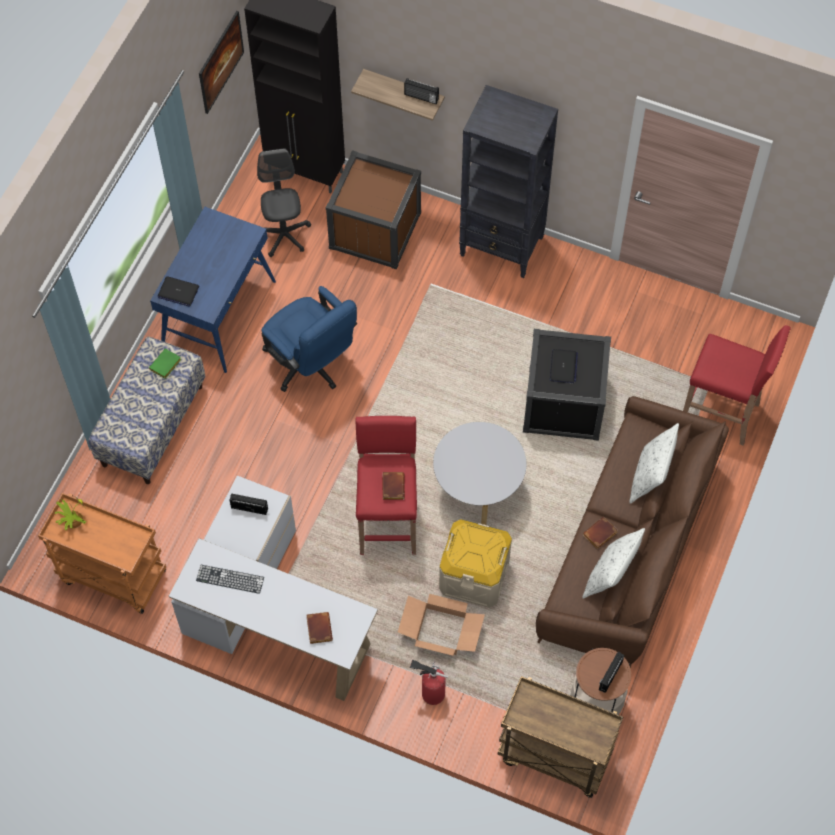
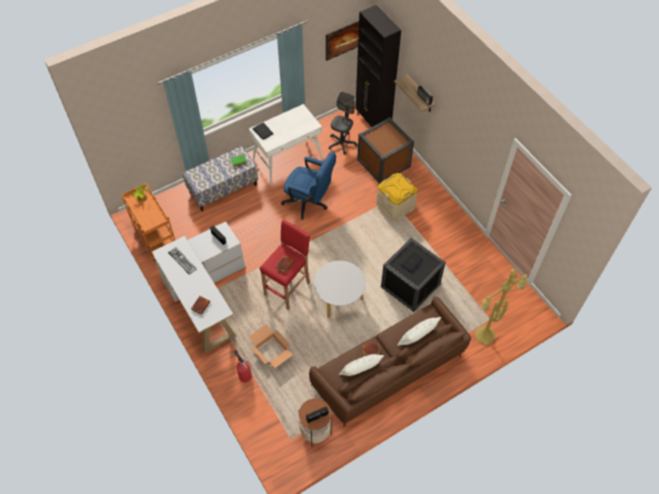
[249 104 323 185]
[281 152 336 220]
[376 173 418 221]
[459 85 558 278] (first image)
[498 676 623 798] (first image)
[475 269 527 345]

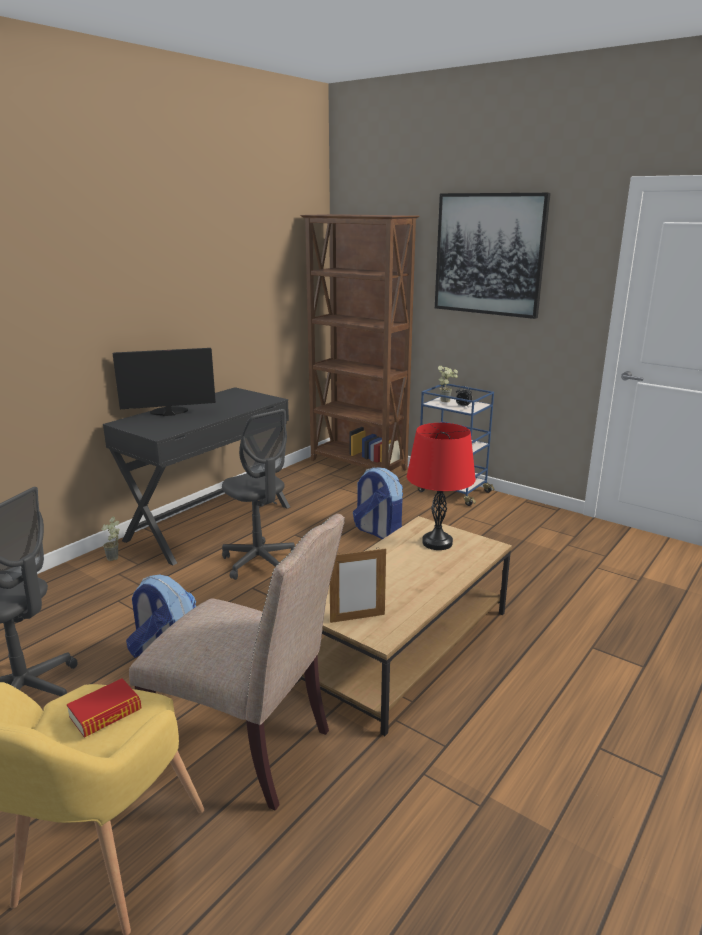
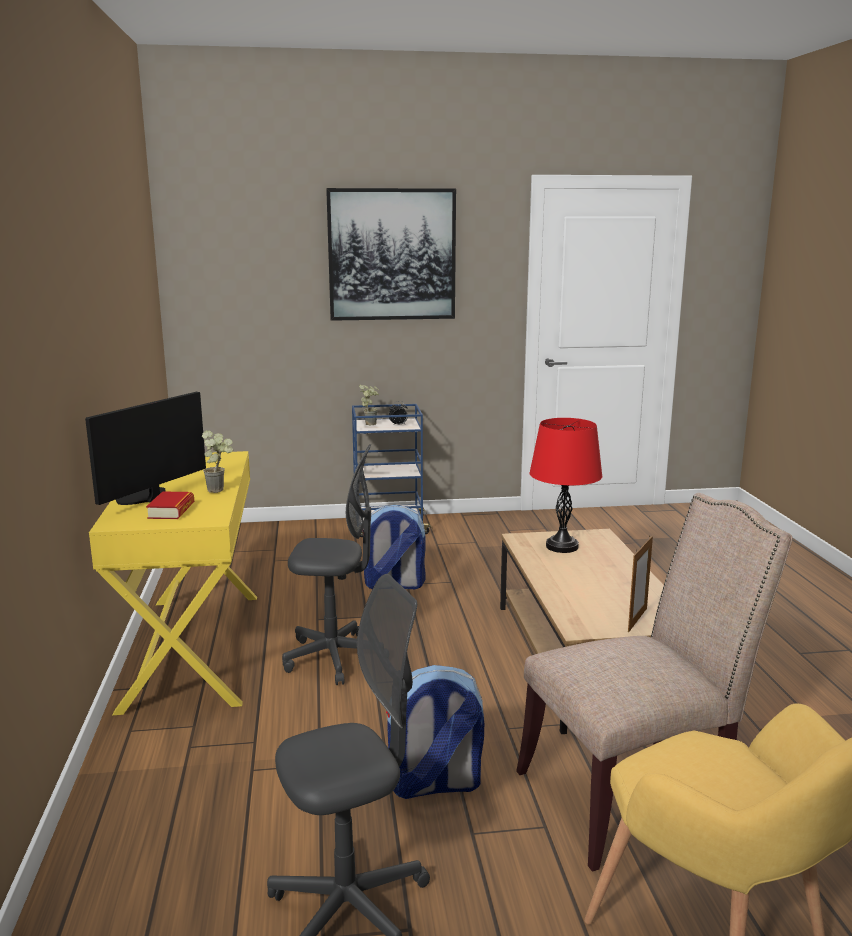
[146 492 194 519]
[202 430 233 493]
[89 451 257 715]
[300 214 419 471] (first image)

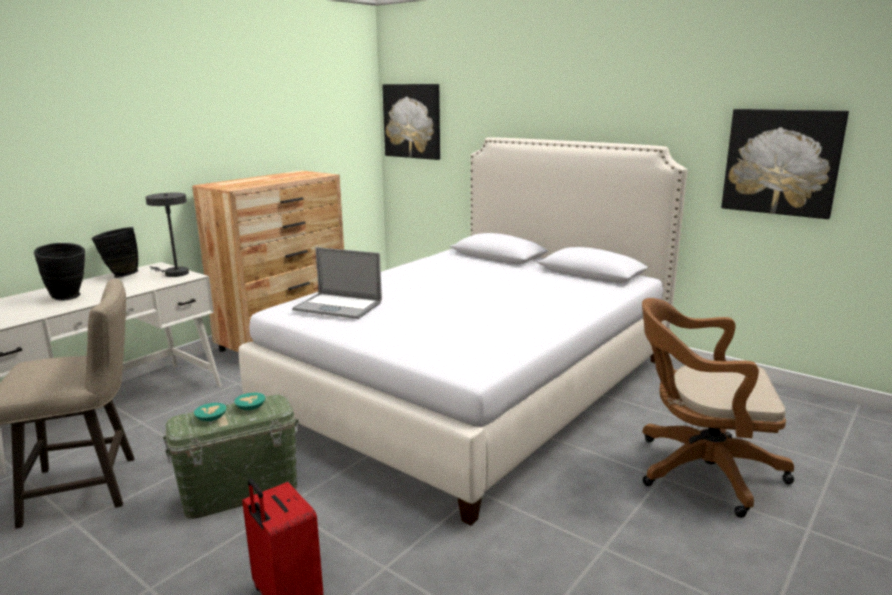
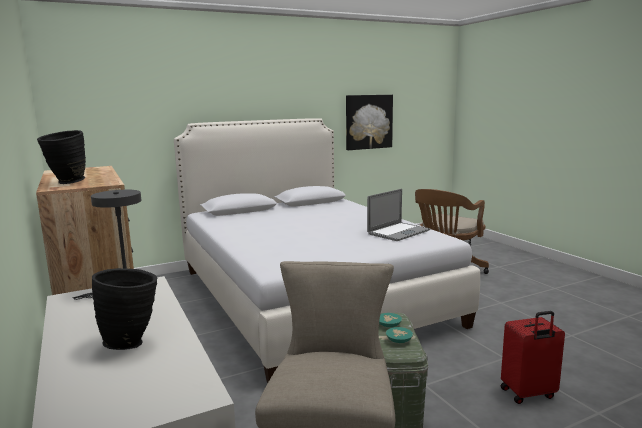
[37 130 86 184]
[367 189 430 241]
[382 84 440 160] (first image)

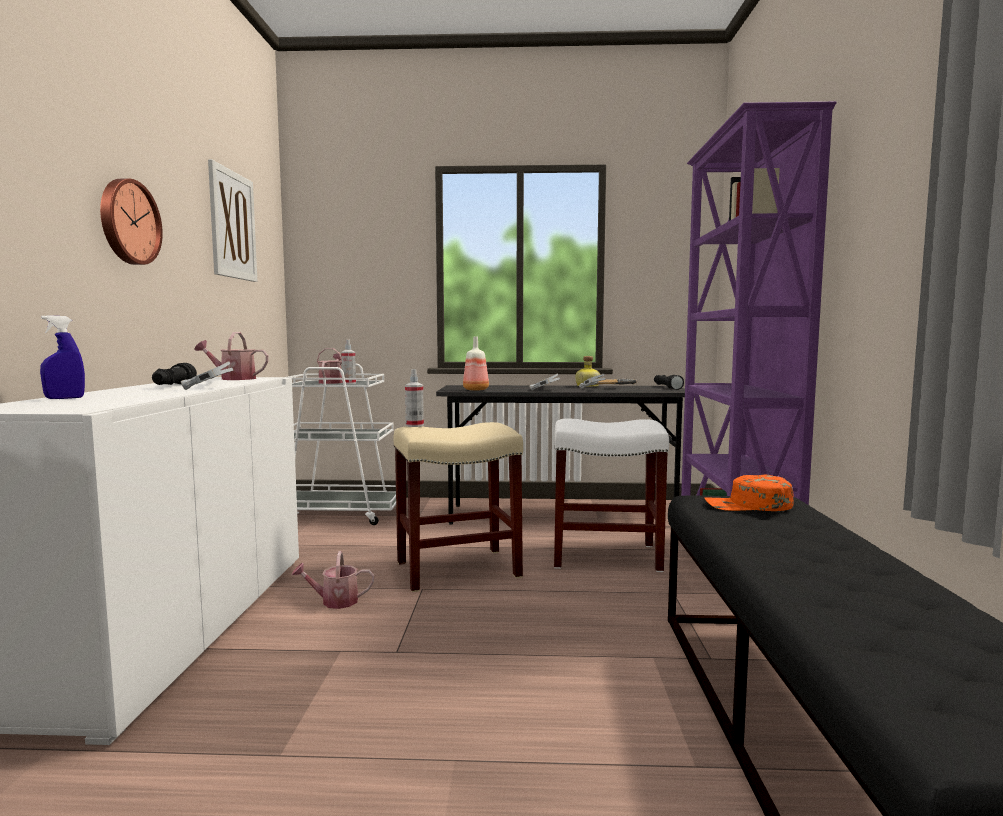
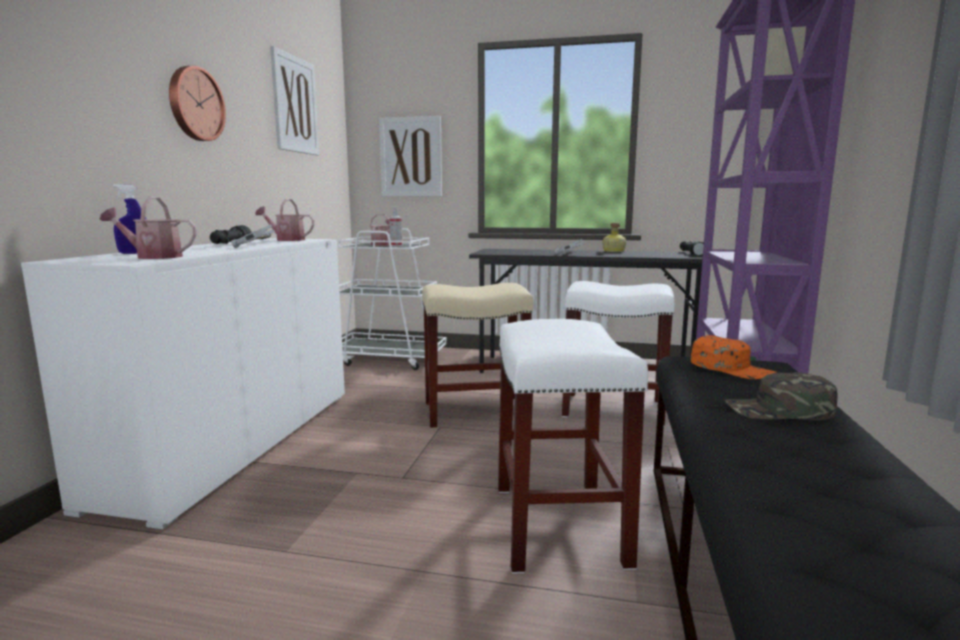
[100 197 197 259]
[405 369 424 427] (first image)
[463 336 489 391] (first image)
[579 374 637 389] (first image)
[691 335 776 379]
[379 116 442 197]
[498 319 648 574]
[724 372 837 420]

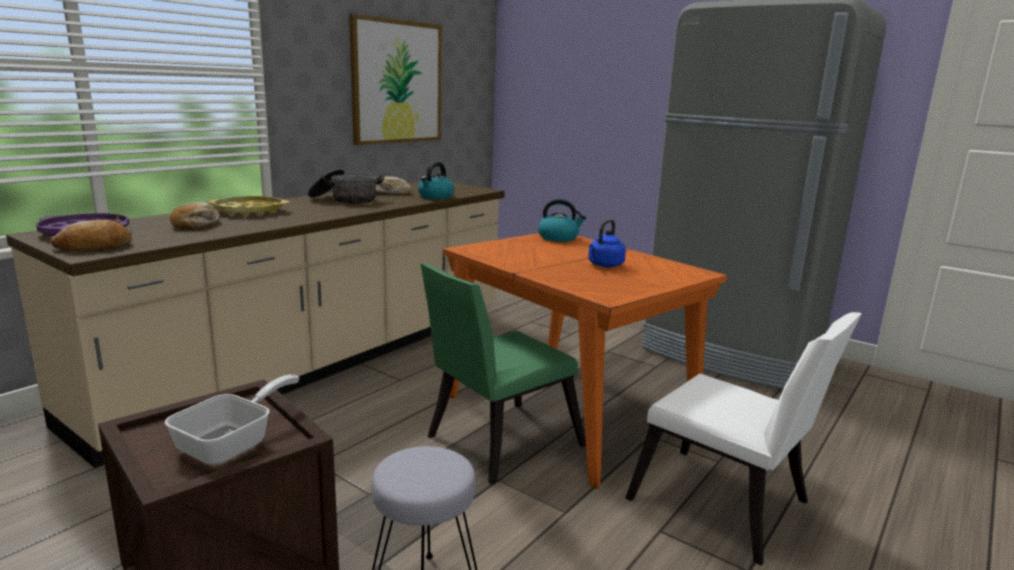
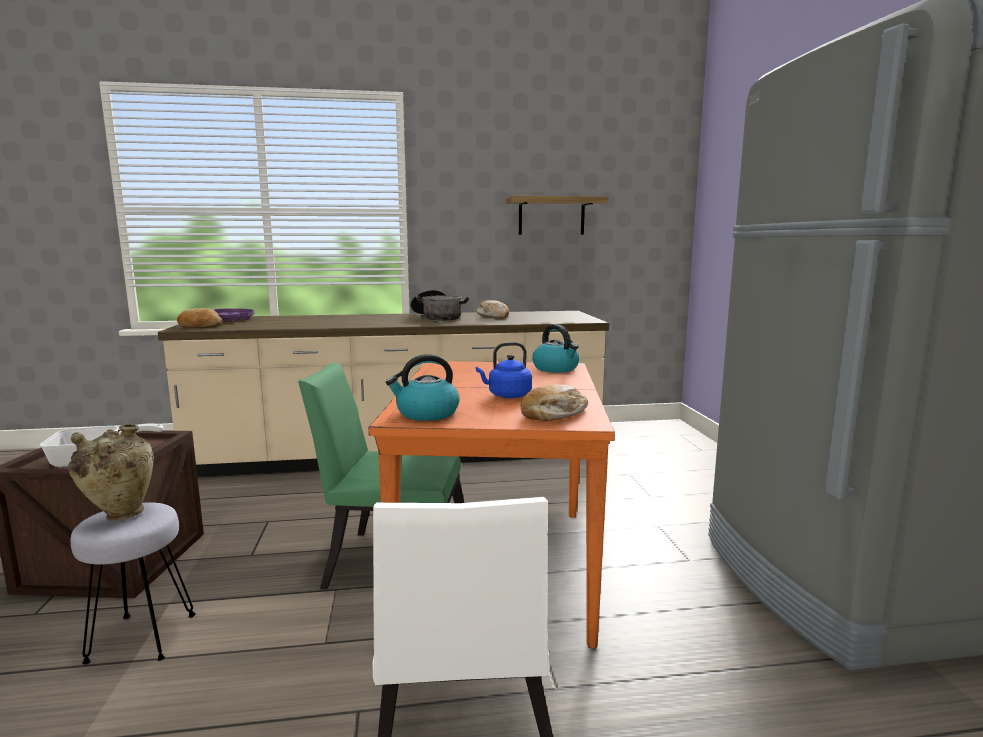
[521 384 588 421]
[207 196 290 216] (first image)
[506 195 609 235]
[386 354 460 421]
[68 424 154 521]

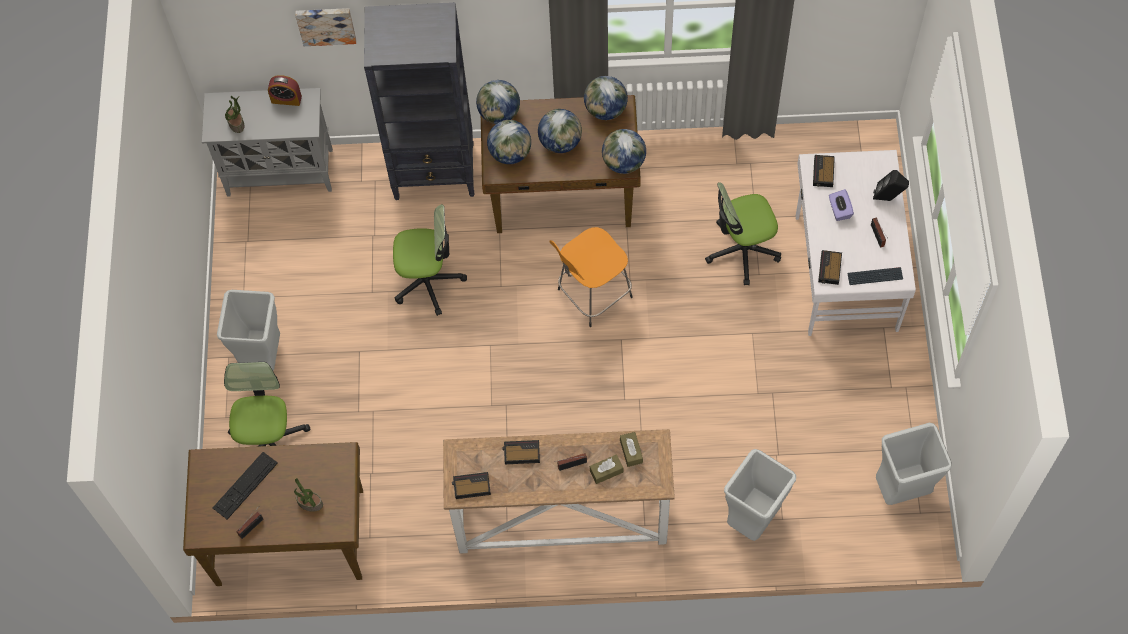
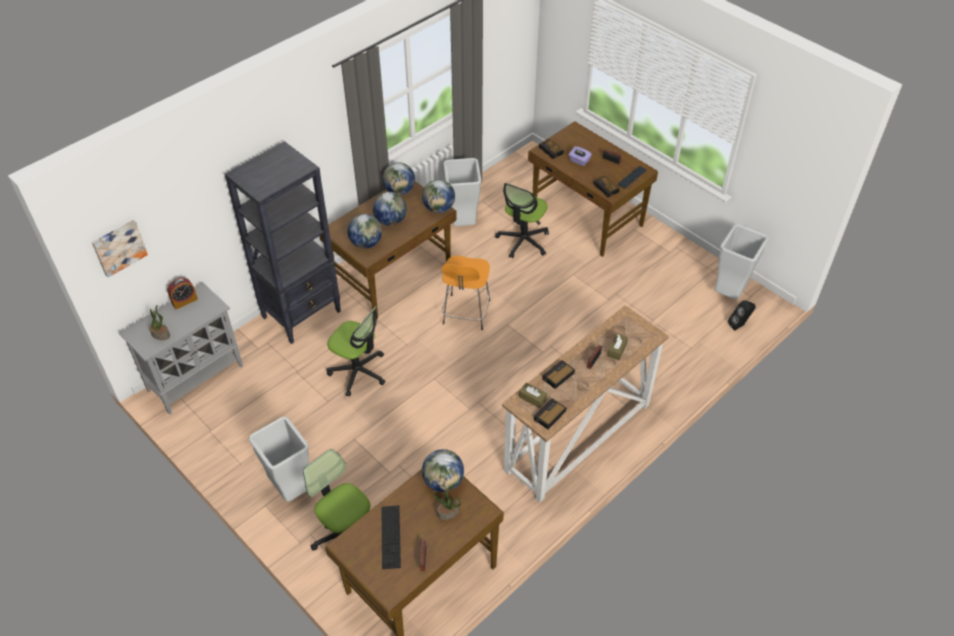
[92 220 148 277]
[326 306 386 397]
[422 449 464 492]
[519 382 547 408]
[444 158 482 226]
[528 121 658 257]
[728 300 756 331]

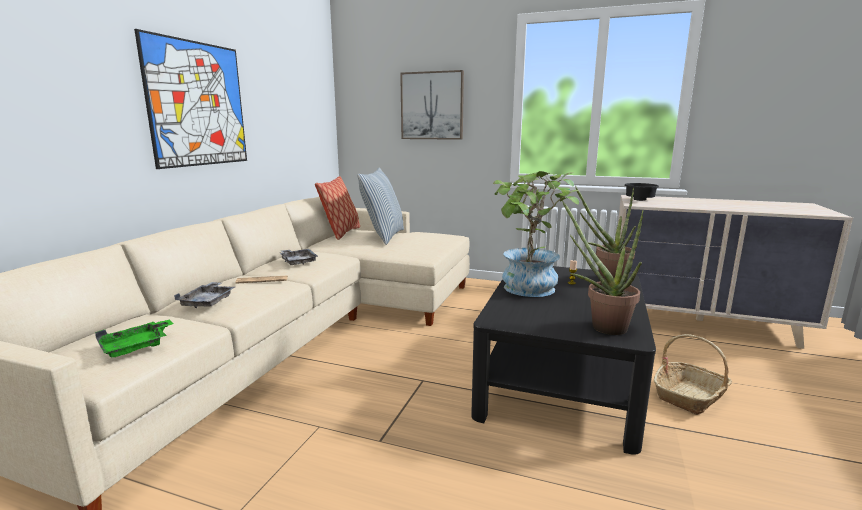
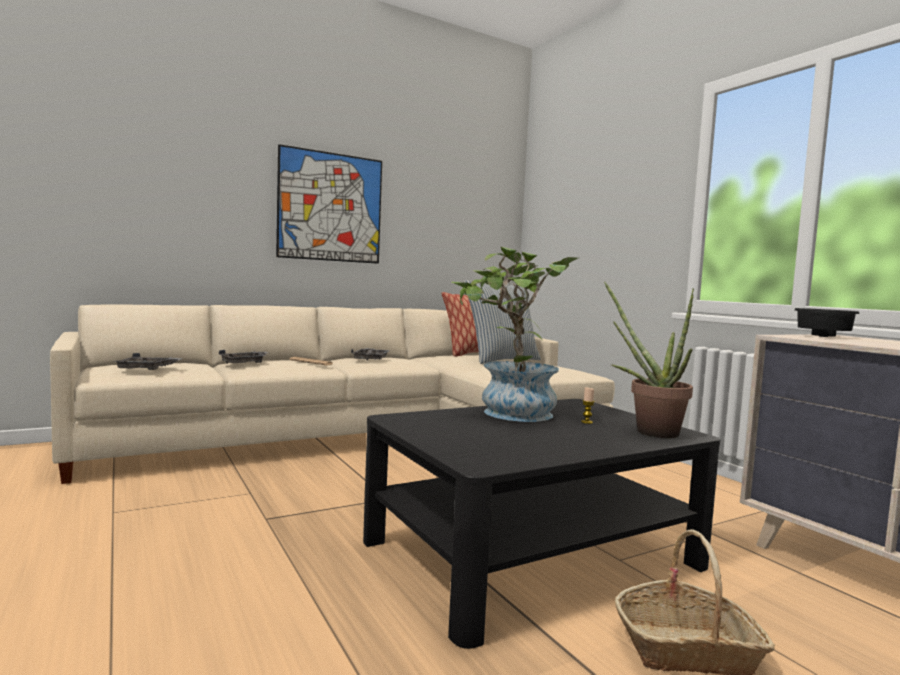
[113 353 181 370]
[400 70 464 140] (first image)
[562 201 644 335] (first image)

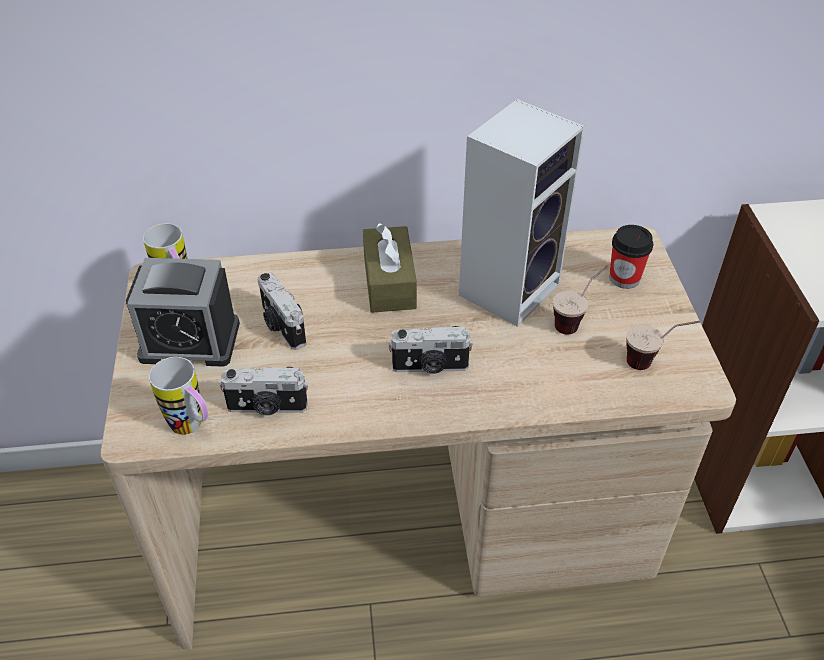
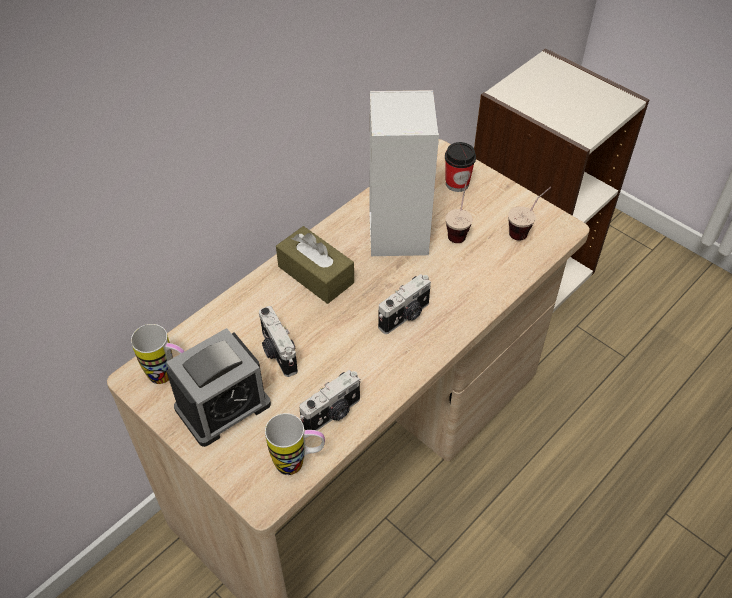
[259 306 298 377]

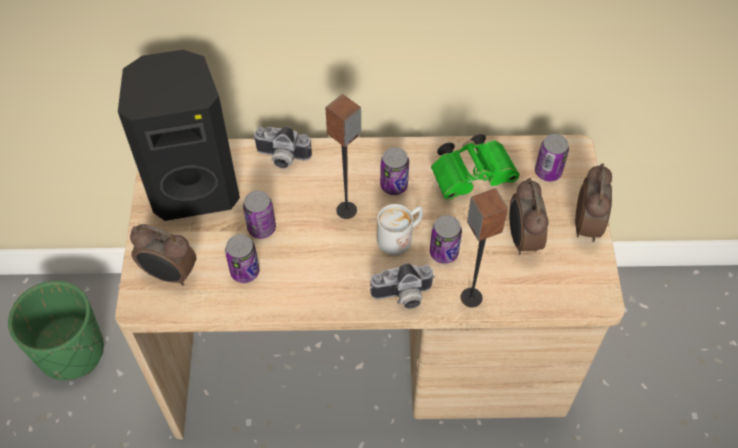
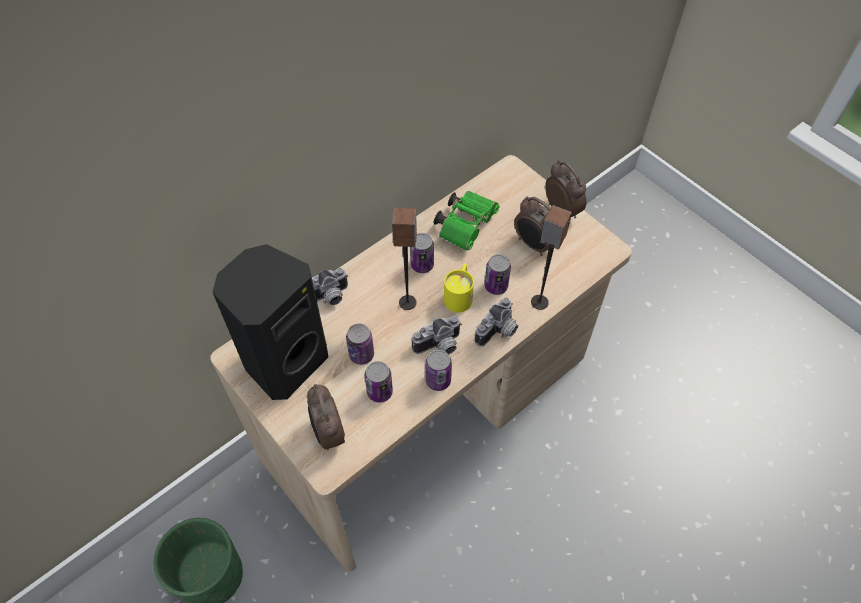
[307 384 345 450]
[444 264 474 313]
[425 350 452 391]
[412 316 462 354]

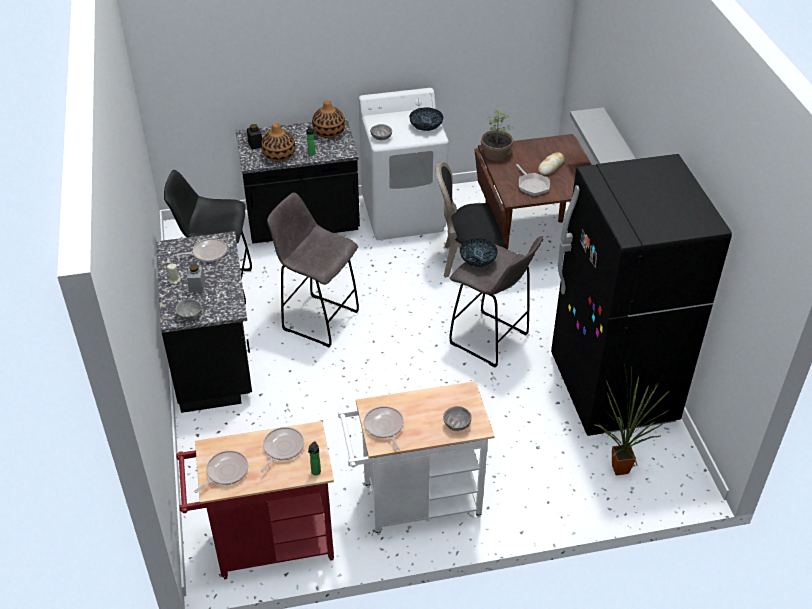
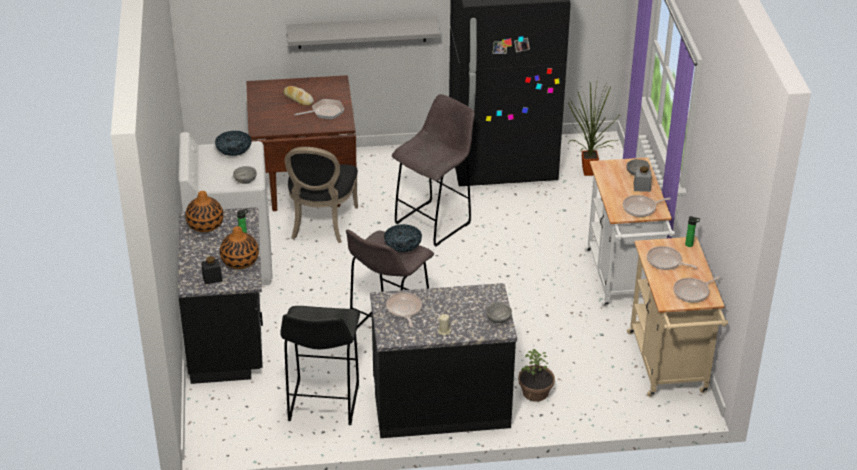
[627 236 728 397]
[634 166 652 192]
[673 276 721 302]
[384 224 422 252]
[518 349 555 402]

